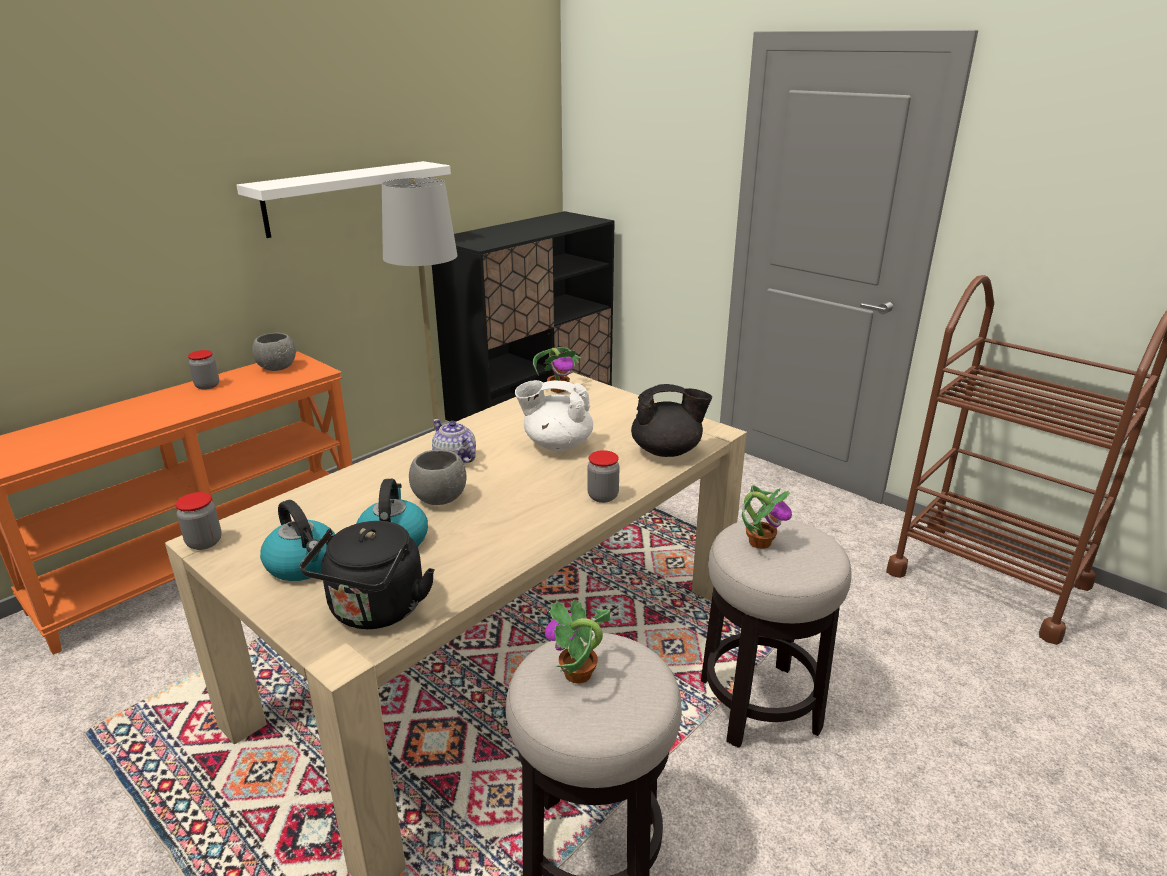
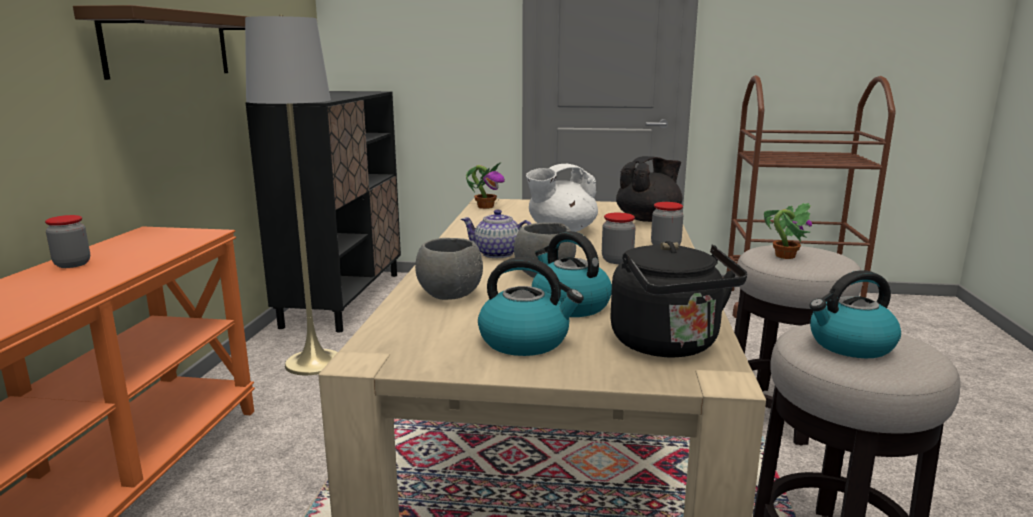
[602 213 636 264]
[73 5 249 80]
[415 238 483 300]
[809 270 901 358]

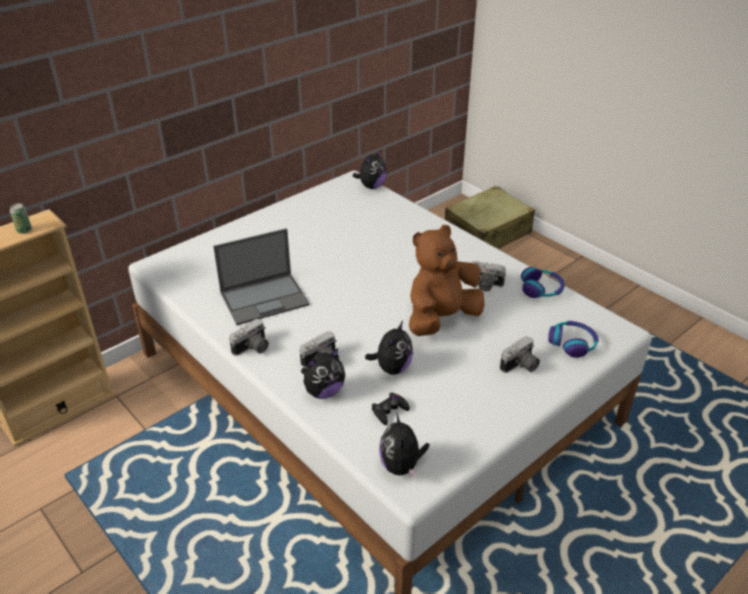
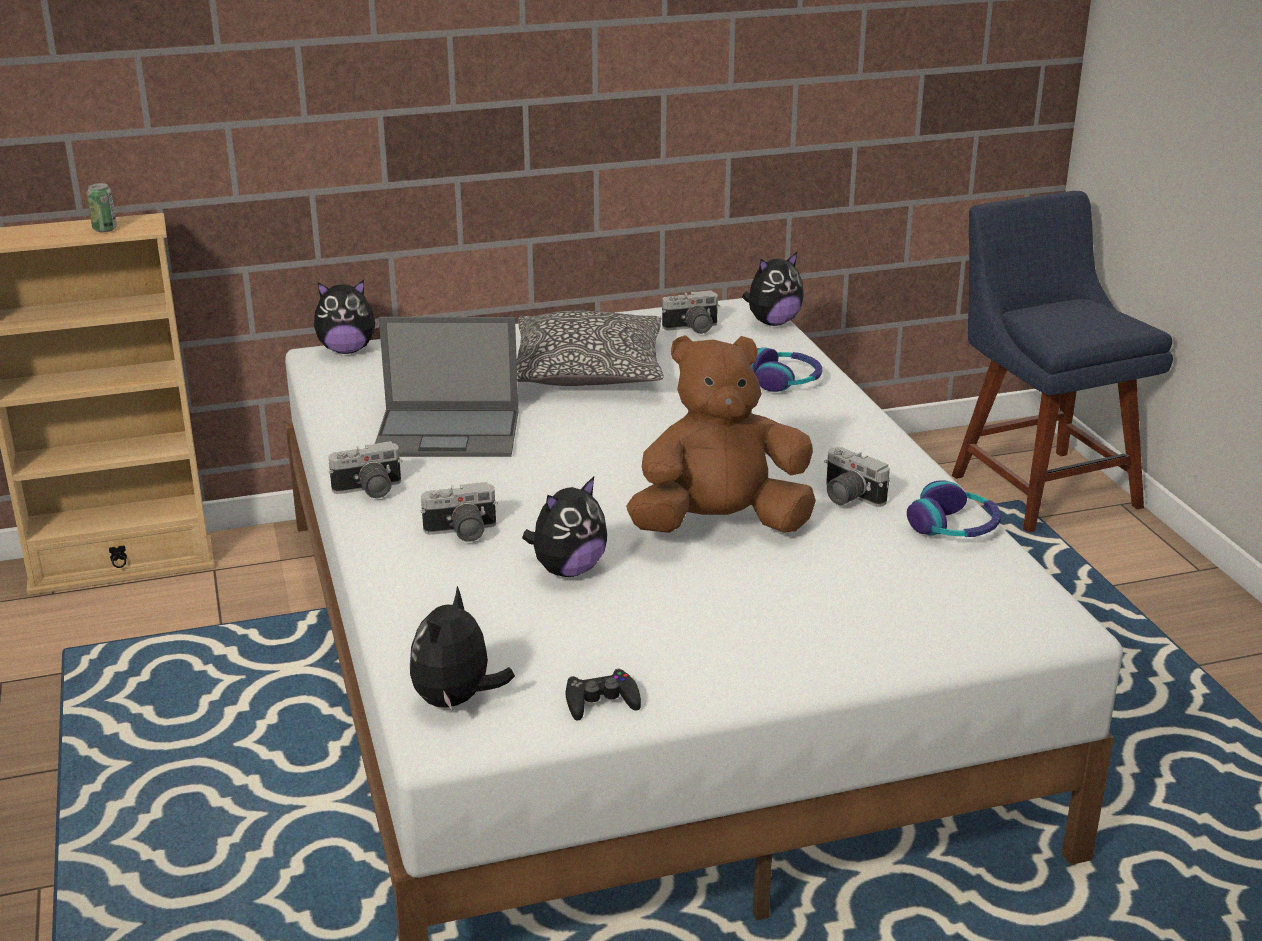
[314 280 379 354]
[566 669 641 720]
[952 191 1173 533]
[662 290 720 334]
[751 347 822 392]
[517 310 664 386]

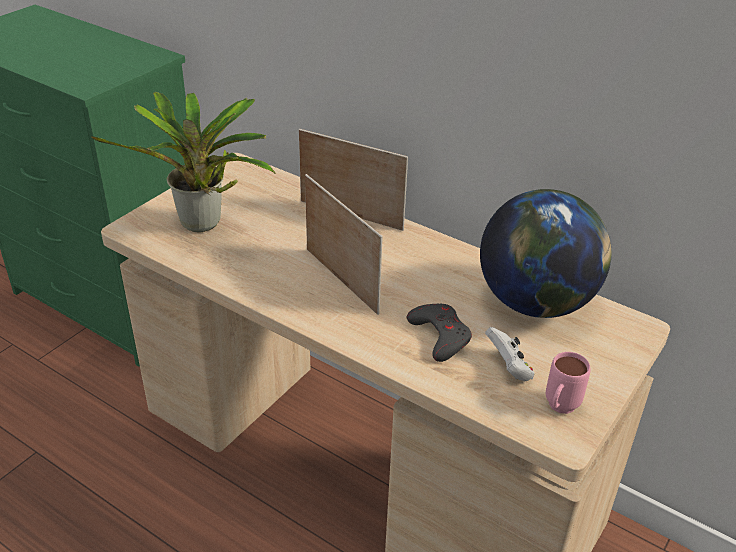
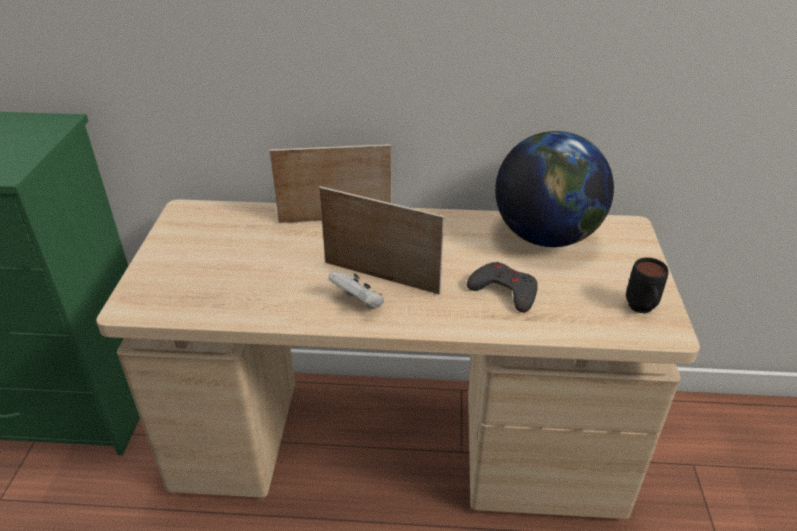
[91 92 276 232] (first image)
[328 272 384 309]
[626 257 669 313]

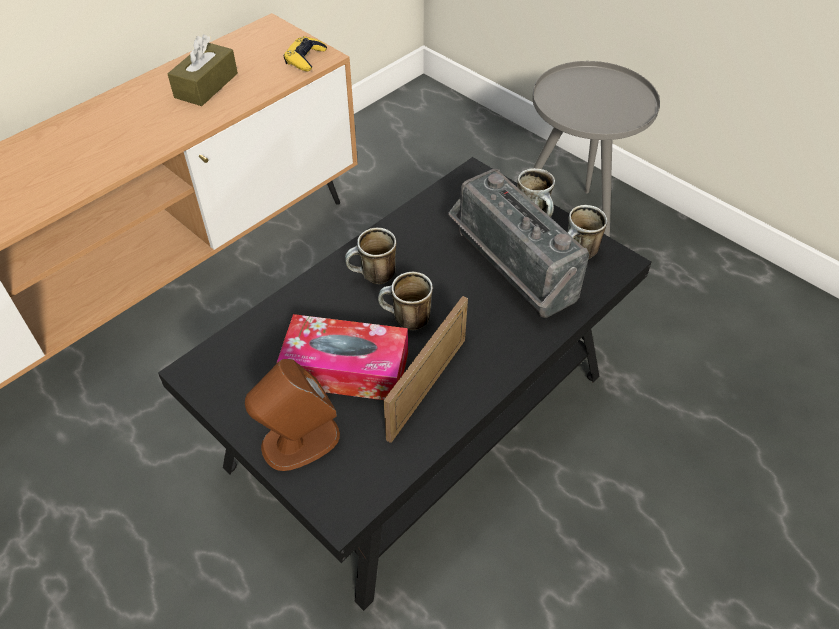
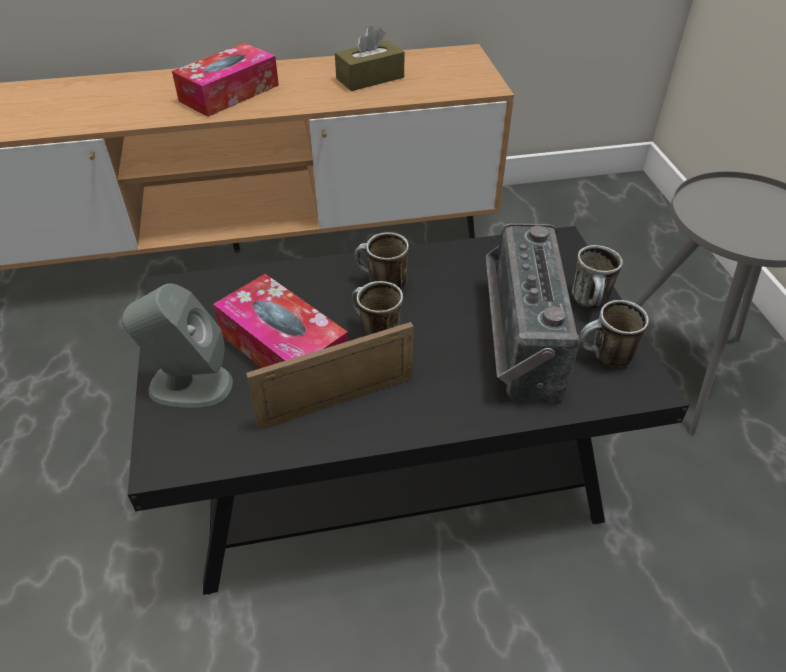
[122 283 233 408]
[284 36 327 71] (first image)
[172 43 279 117]

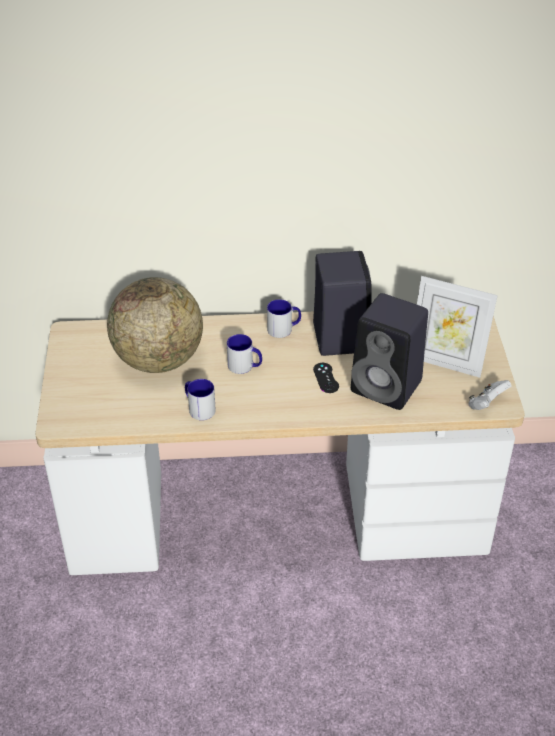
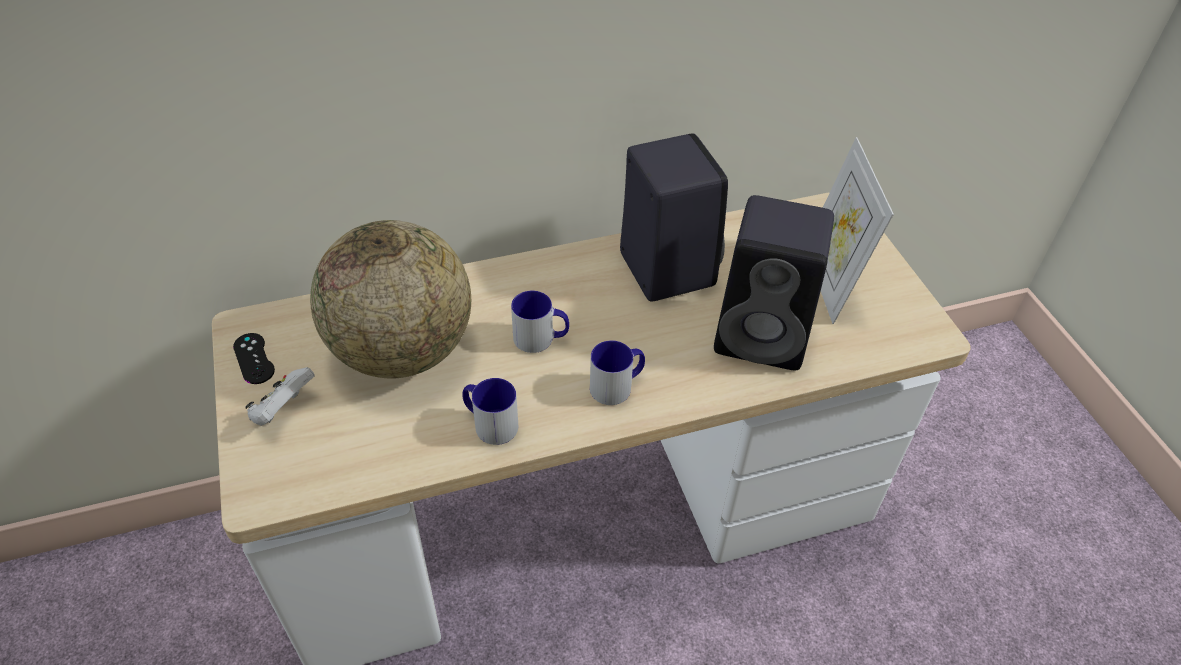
[590 340 645 405]
[233 333 275 384]
[821 137 894 324]
[245 367 315 426]

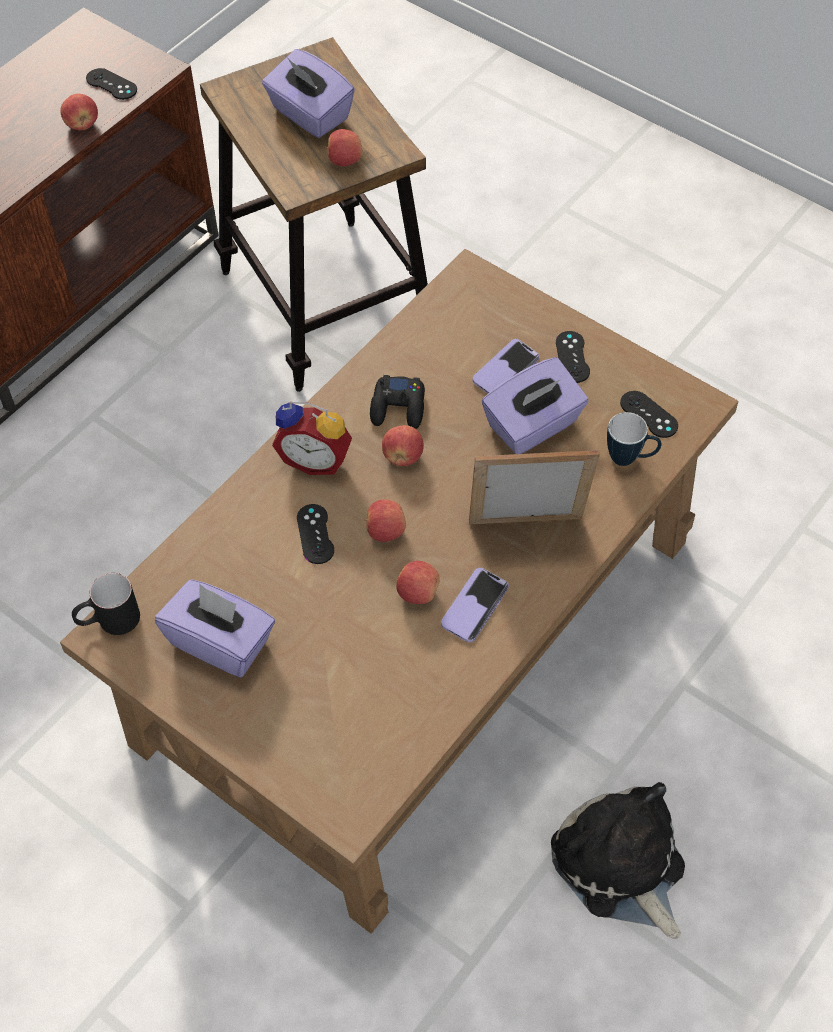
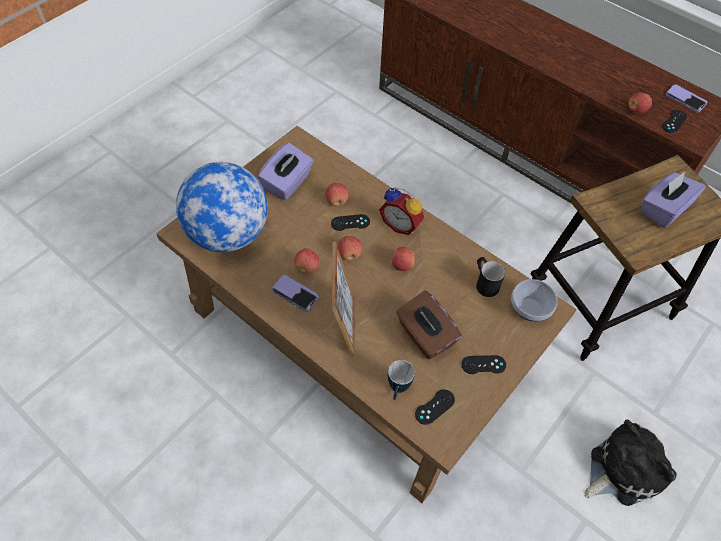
[476 257 505 297]
[379 187 424 235]
[325 183 349 206]
[370 375 425 429] (first image)
[666 85 707 113]
[396 290 462 359]
[585 420 677 506]
[176 162 268 252]
[511 279 558 321]

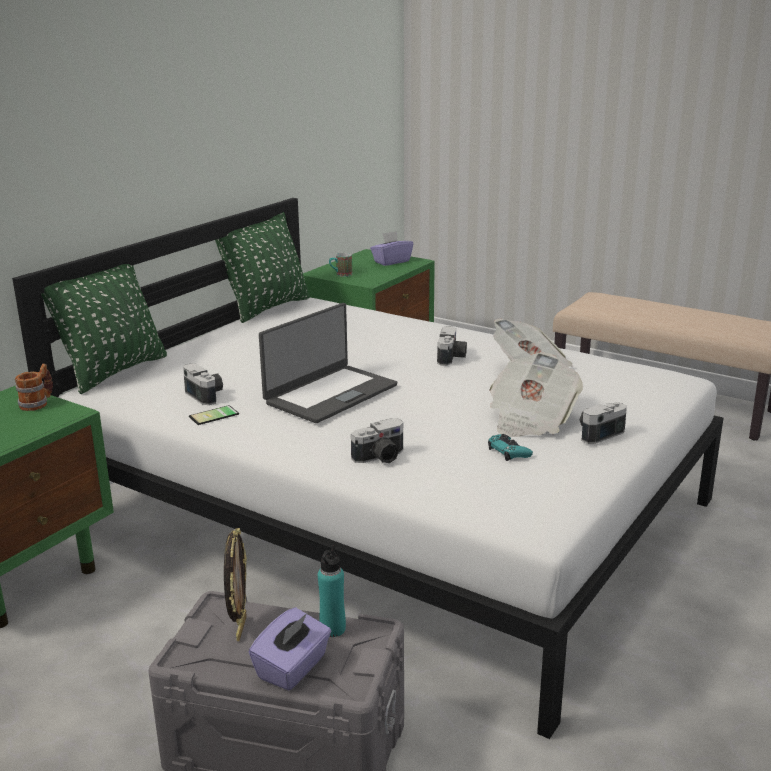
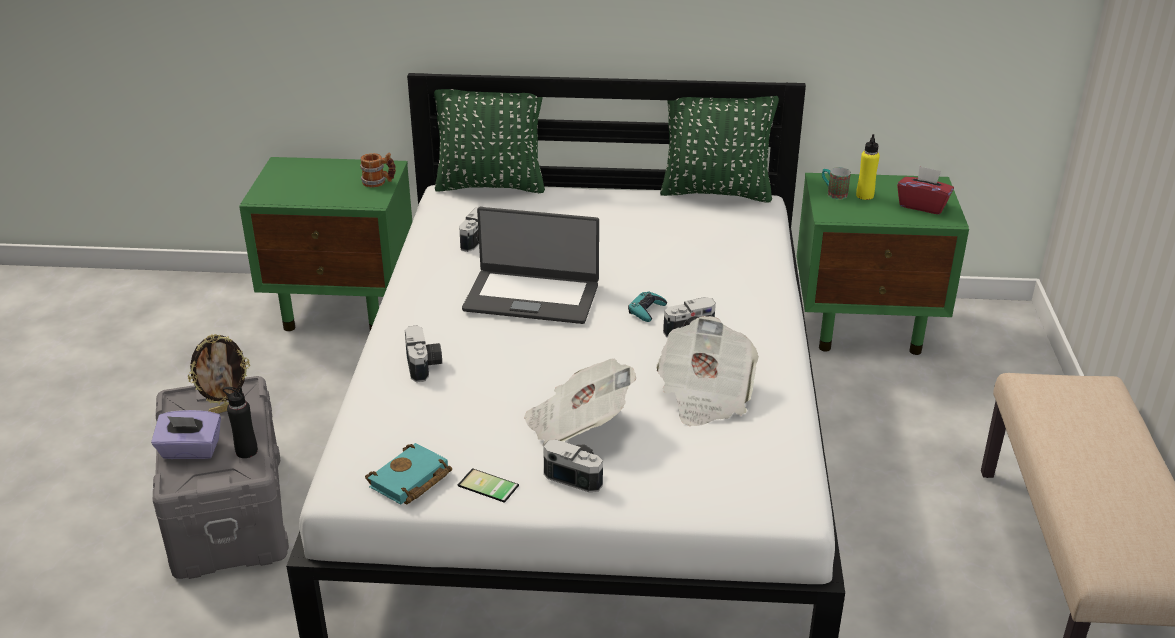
[458 468 519 503]
[223 386 258 458]
[405 325 442 382]
[897 166 954 215]
[628 291 667 322]
[365 443 452 505]
[856 134 880 200]

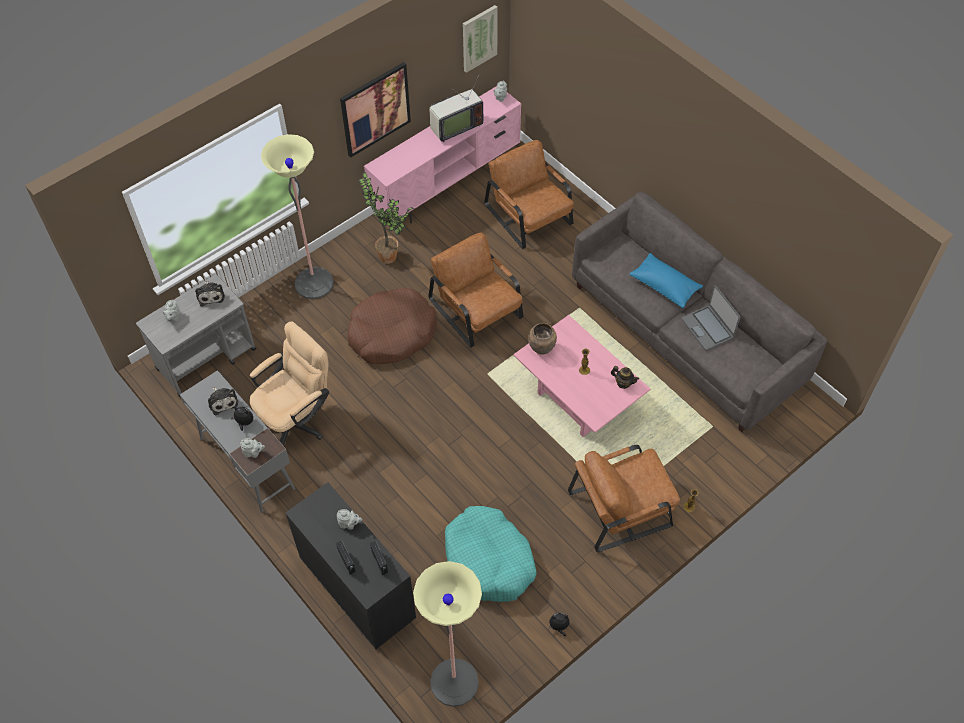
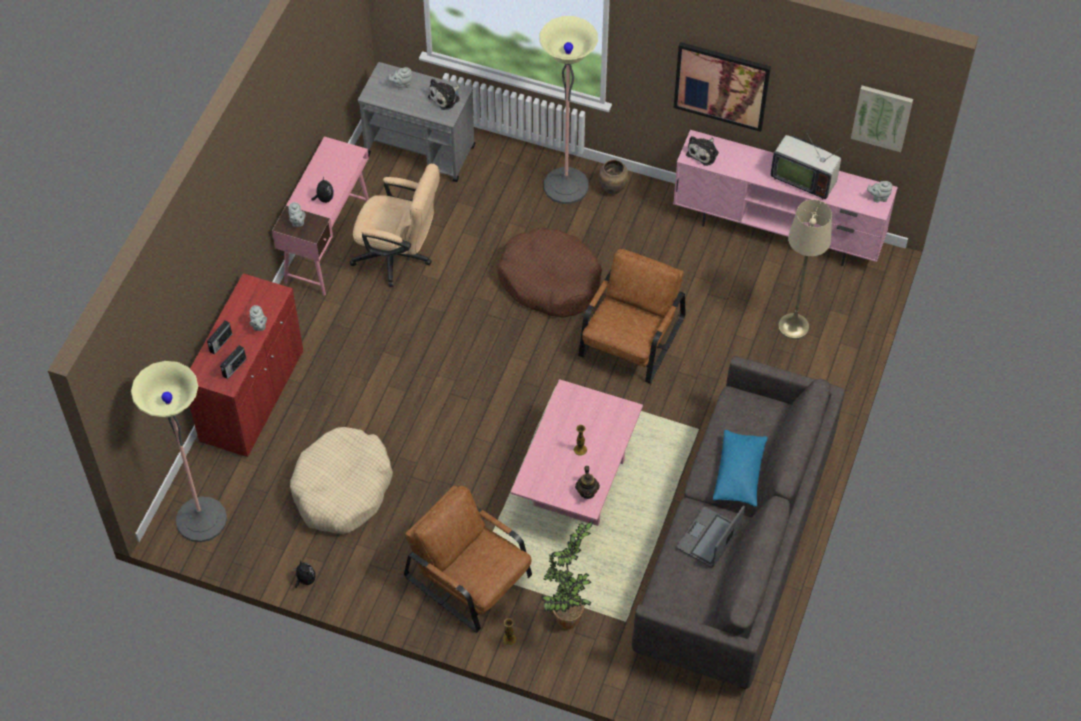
[272 136 369 295]
[686 136 719 166]
[189 273 303 457]
[541 522 593 629]
[290 427 393 534]
[778 200 832 339]
[598 160 629 195]

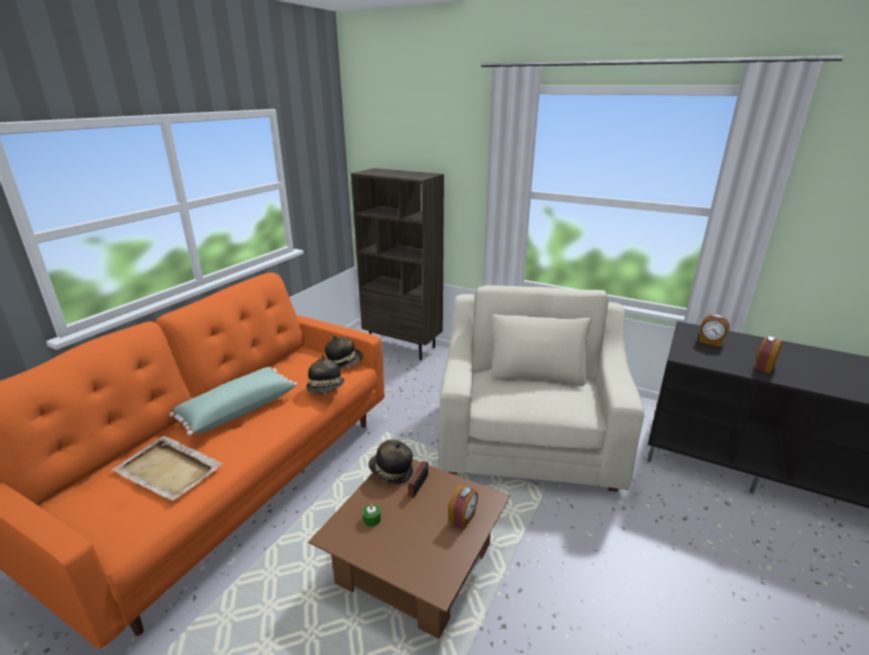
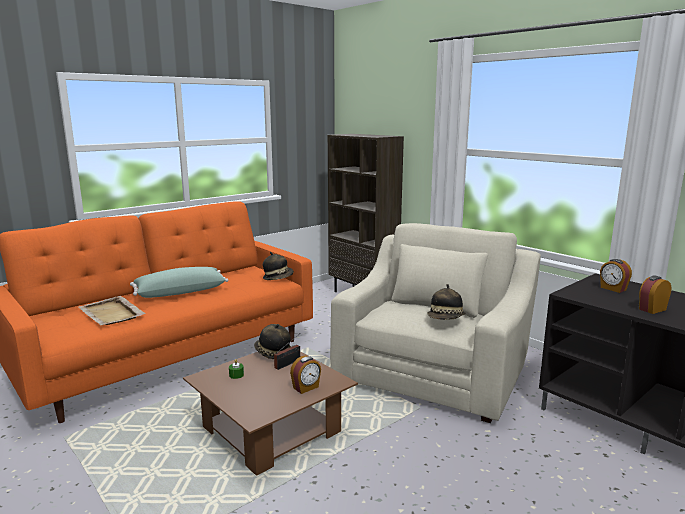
[427 284 465 320]

